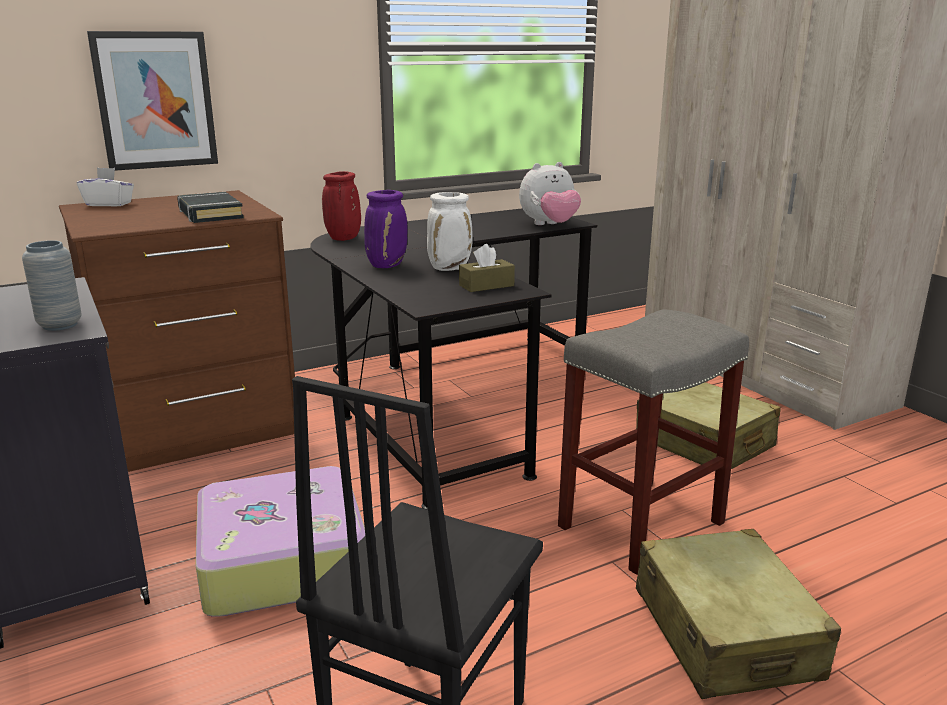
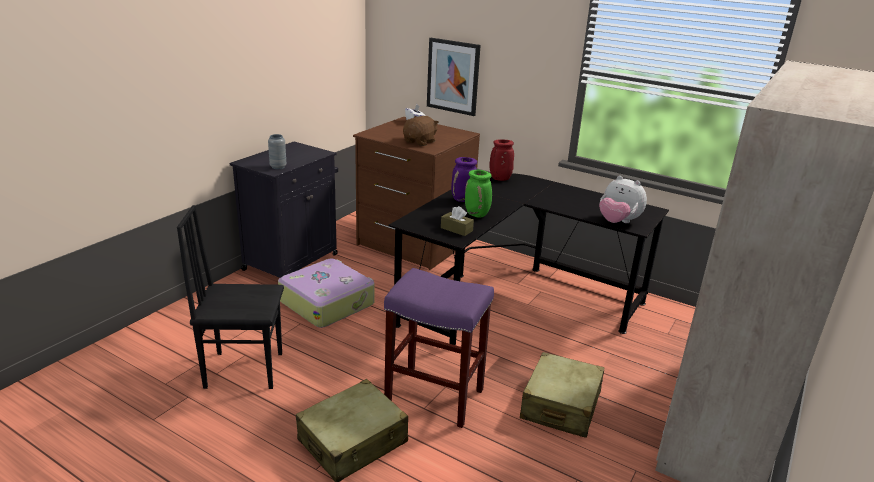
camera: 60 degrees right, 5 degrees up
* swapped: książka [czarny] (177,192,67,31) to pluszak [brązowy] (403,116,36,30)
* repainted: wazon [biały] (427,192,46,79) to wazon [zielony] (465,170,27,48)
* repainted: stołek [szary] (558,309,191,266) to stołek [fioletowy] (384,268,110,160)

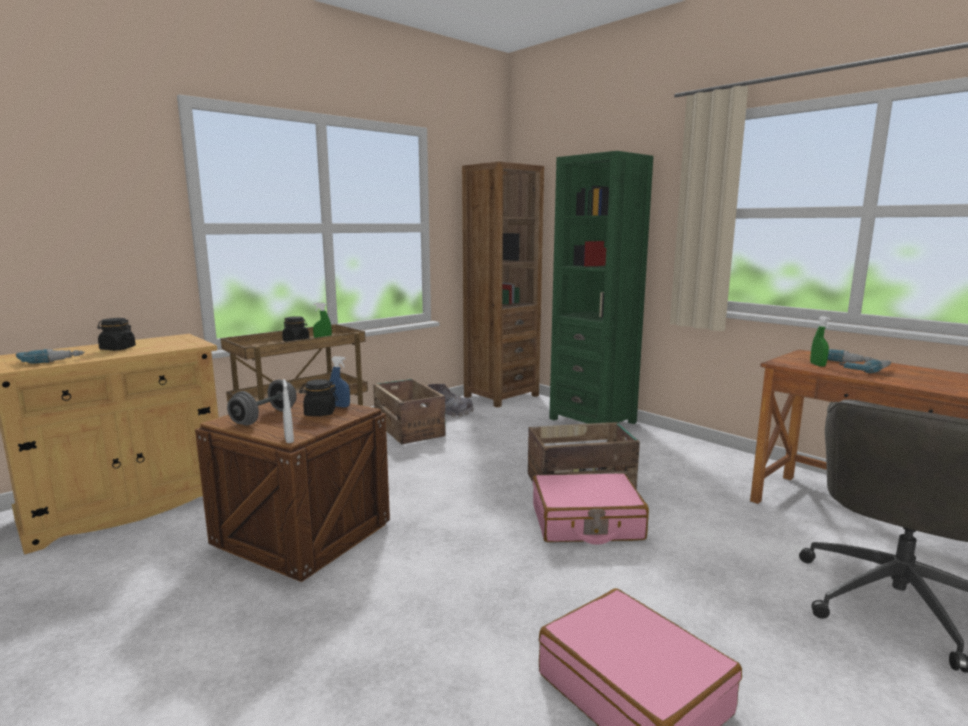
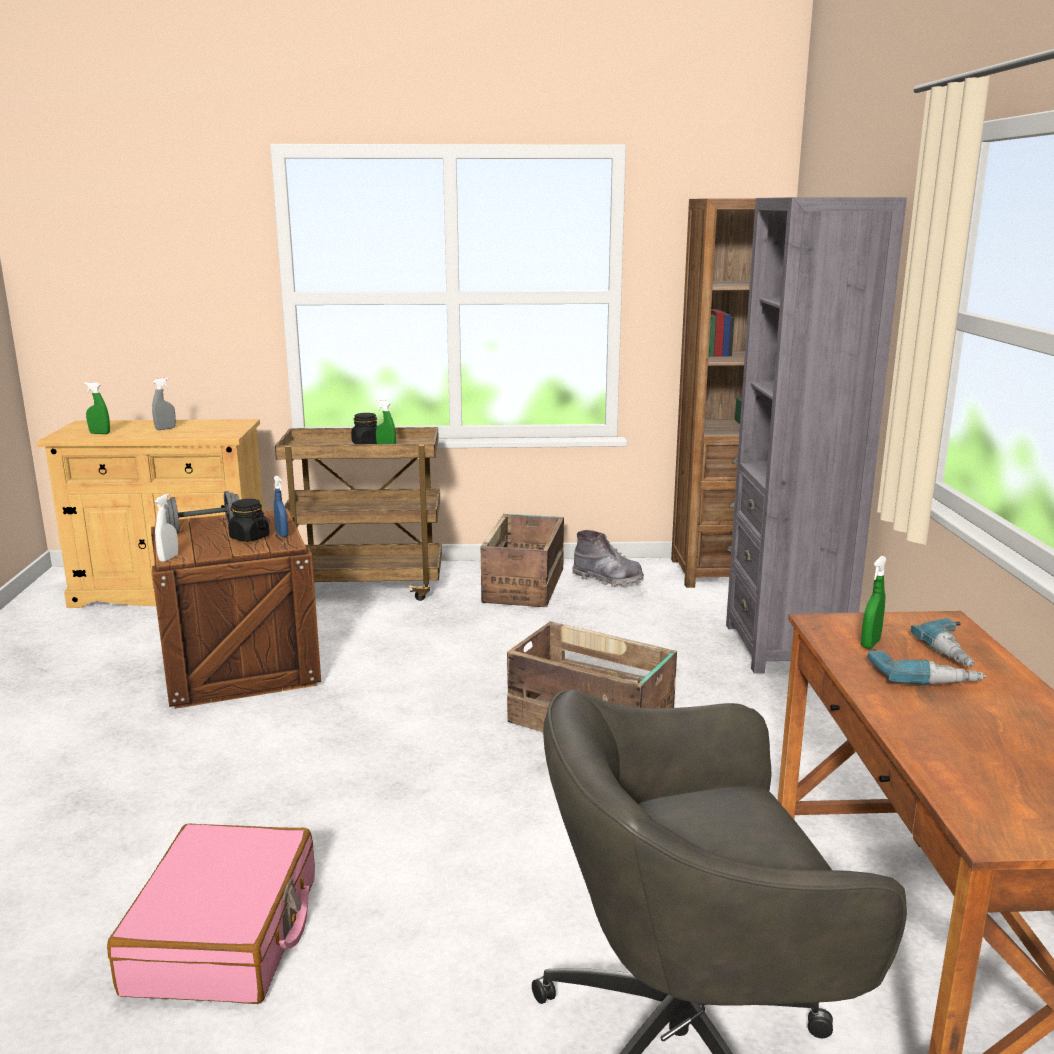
camera: 40 degrees right, 5 degrees up
* repainted: regał [zielony] (549,151,104,273) to regał [szary] (726,197,181,477)
* swapped: słoik [czarny] (97,318,39,33) to spryskiwacz [szary] (152,378,24,52)
* swapped: wiertarka (16,349,69,15) to spryskiwacz [zielony] (84,382,26,52)
* gone: walizka [różowy] (533,473,116,72)

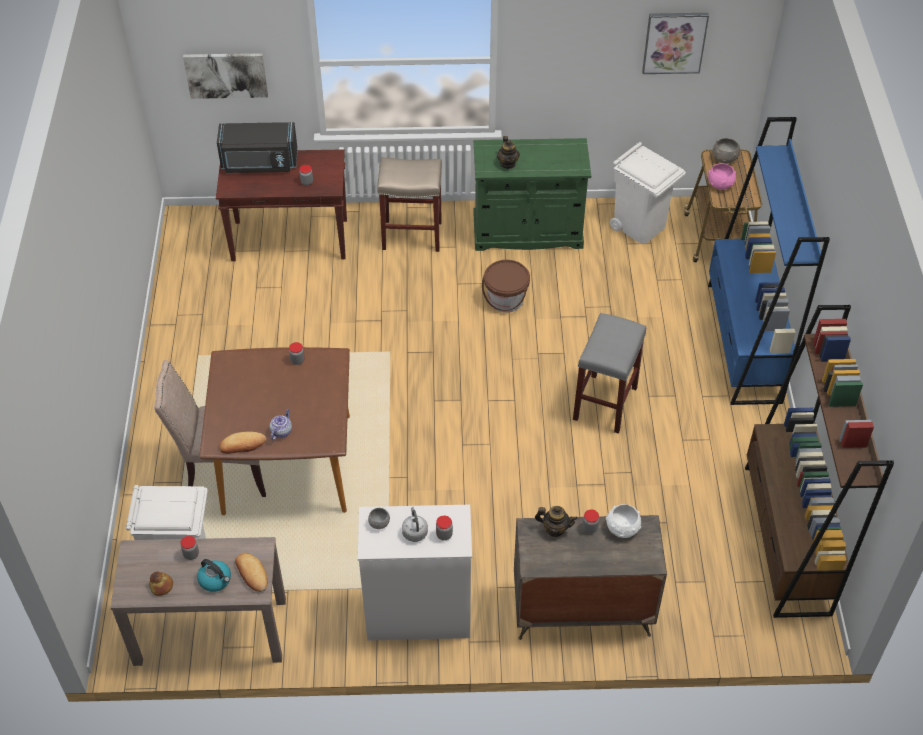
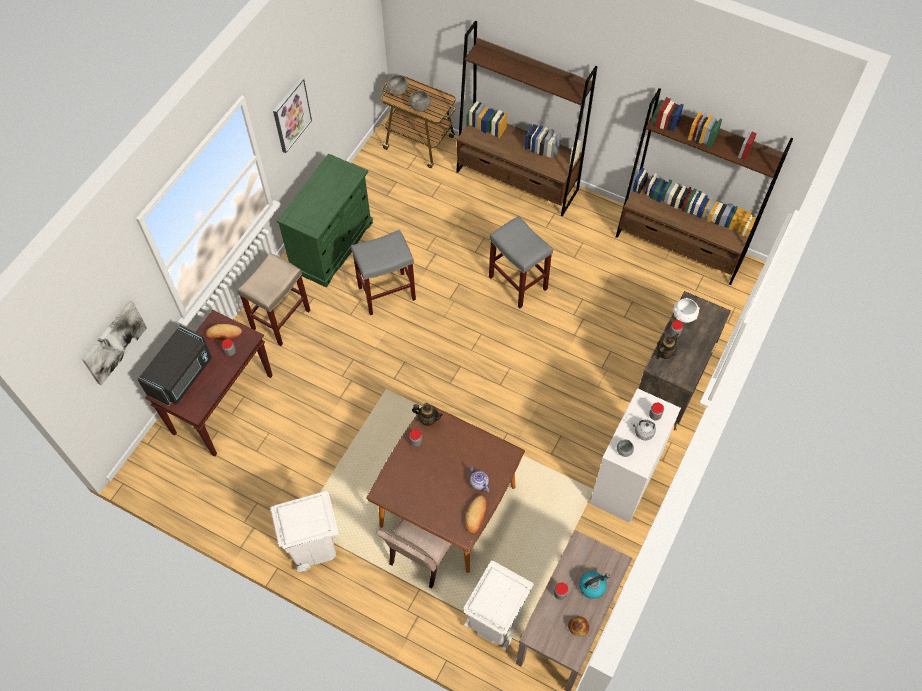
camera: 60 degrees left, 10 degrees up
* shifted: obraz (642,13,67,61) to (273,77,39,76)
* repainted: regał [niebieski] (708,117,122,288) to regał [brązowy] (456,21,141,196)
* shifted: imbryk (497,136,23,33) to (412,404,31,22)
* shifted: kosz na śmieci [biały] (610,142,76,102) to (270,491,69,81)
* repainted: miska [różowy] (708,163,28,27) to miska [szary] (408,90,23,22)
* swapped: wiadro [brązowy] (482,260,48,53) to stołek [szary] (351,230,65,85)
* shifted: chleb (235,553,33,39) to (205,324,37,16)

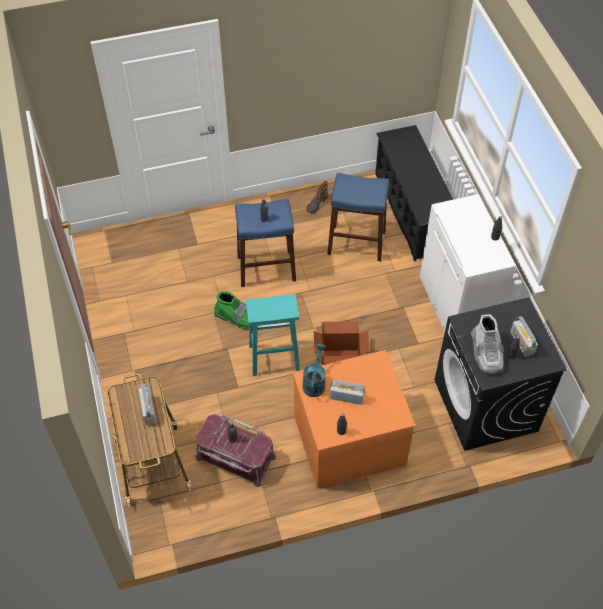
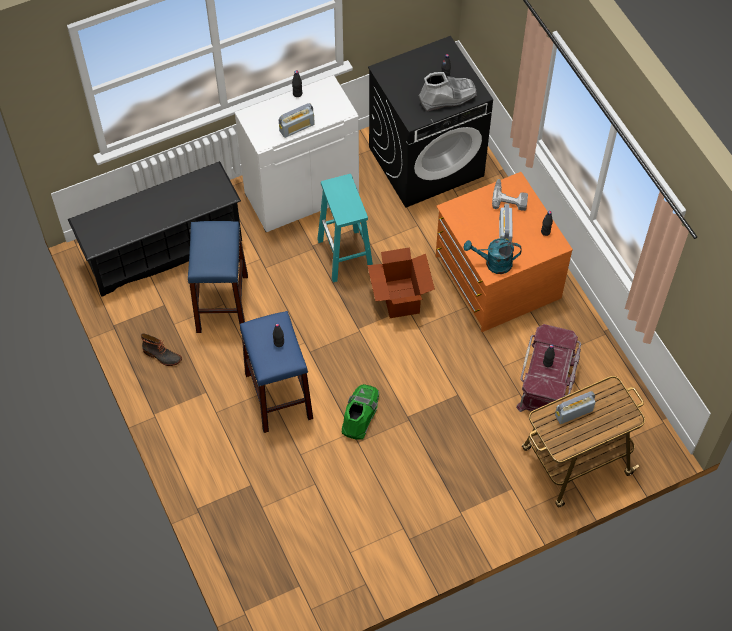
camera: 100 degrees left, 5 degrees up
* shifted: stołek [turkusowy] (246,294,54,82) to (317,174,56,108)
* shifted: radio (510,316,28,41) to (279,103,36,35)
* new: wiertarka (492,179,36,32)

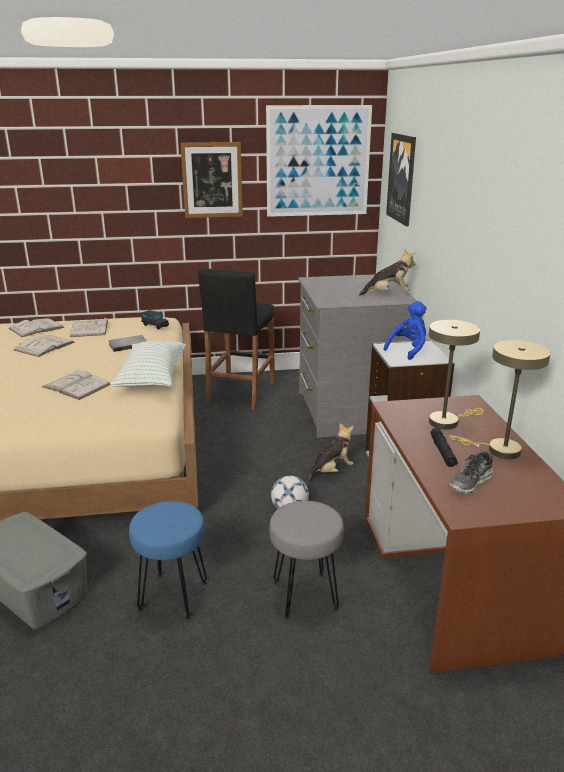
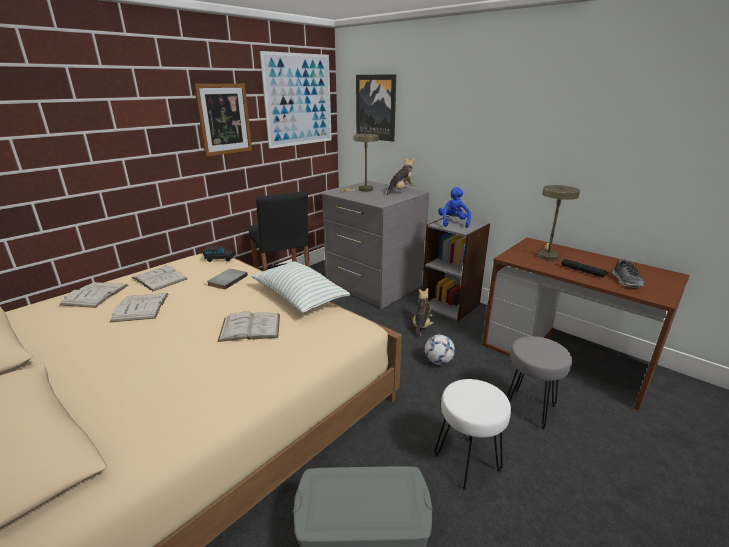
camera: 40 degrees left, 0 degrees up
* shifted: lampa stołowa [beżowy] (450,340,101,119) to (340,134,39,58)
* repainted: stołek [niebieski] (129,501,78,119) to stołek [biały] (434,379,77,112)

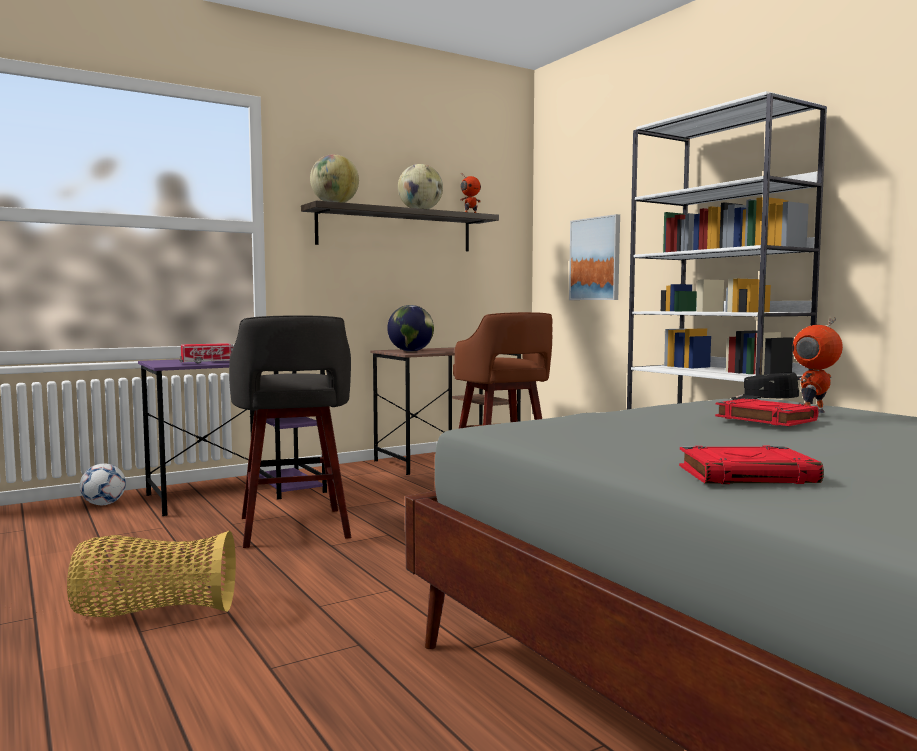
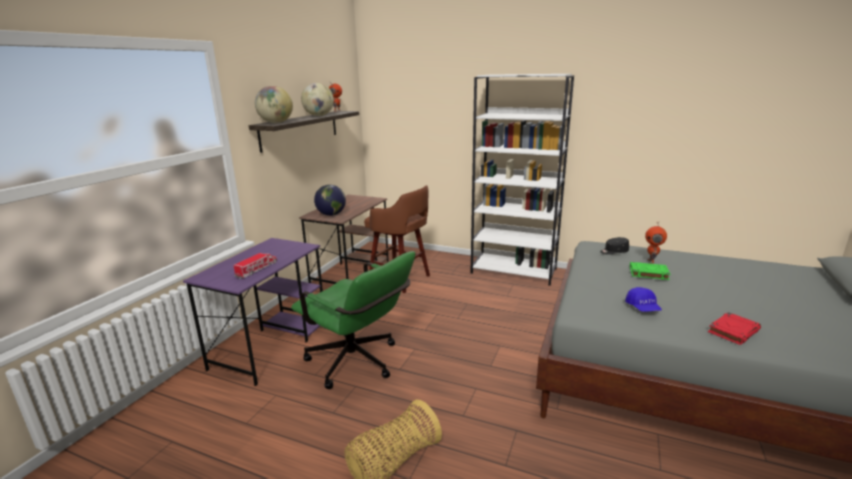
camera: 35 degrees left, 15 degrees up
* gone: obraz (569,214,51,86)
* swapped: stołek [szary] (229,315,122,233) to krzesło biurowe [zielony] (291,251,124,138)
* repainted: książka [czerwony] (715,398,103,28) to książka [zielony] (630,262,41,18)
* gone: piłka futbolowa (80,463,46,42)
* new: czapka z daszkiem [niebieski] (625,287,37,25)

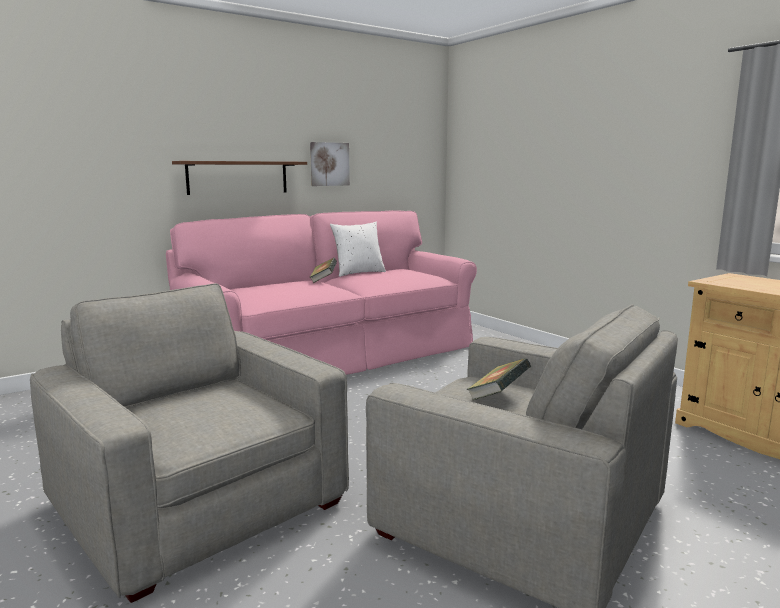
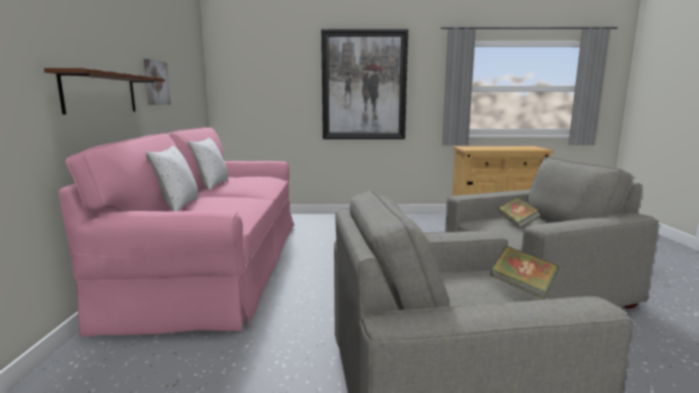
camera: 55 degrees left, 0 degrees up
* shifted: książka (310,258,27,25) to (490,246,69,53)
* new: obraz (321,29,87,110)
* new: poduszka [biały] (146,145,52,66)

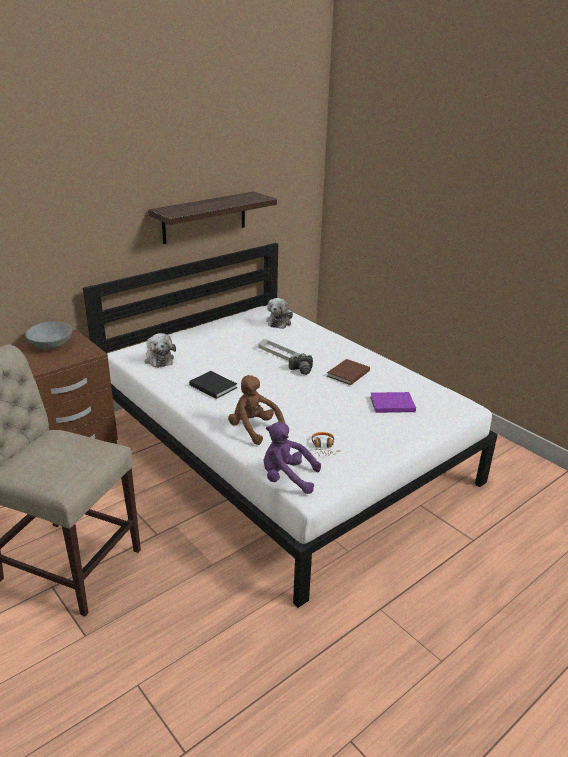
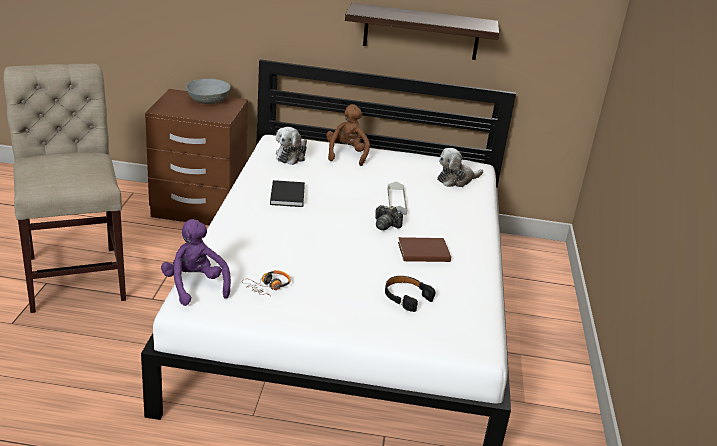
camera: 45 degrees right, 0 degrees up
* shifted: pluszak [brązowy] (228,375,57,70) to (326,104,44,62)
* swapped: książka [fioletowy] (370,392,46,21) to słuchawki [czarny] (385,276,50,36)

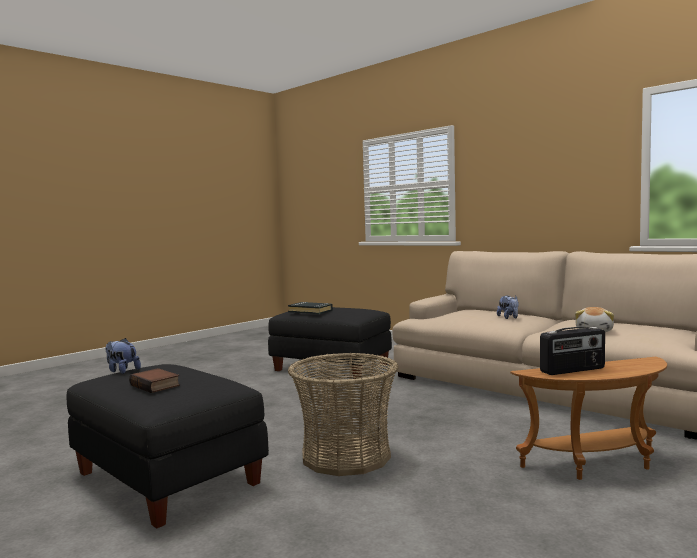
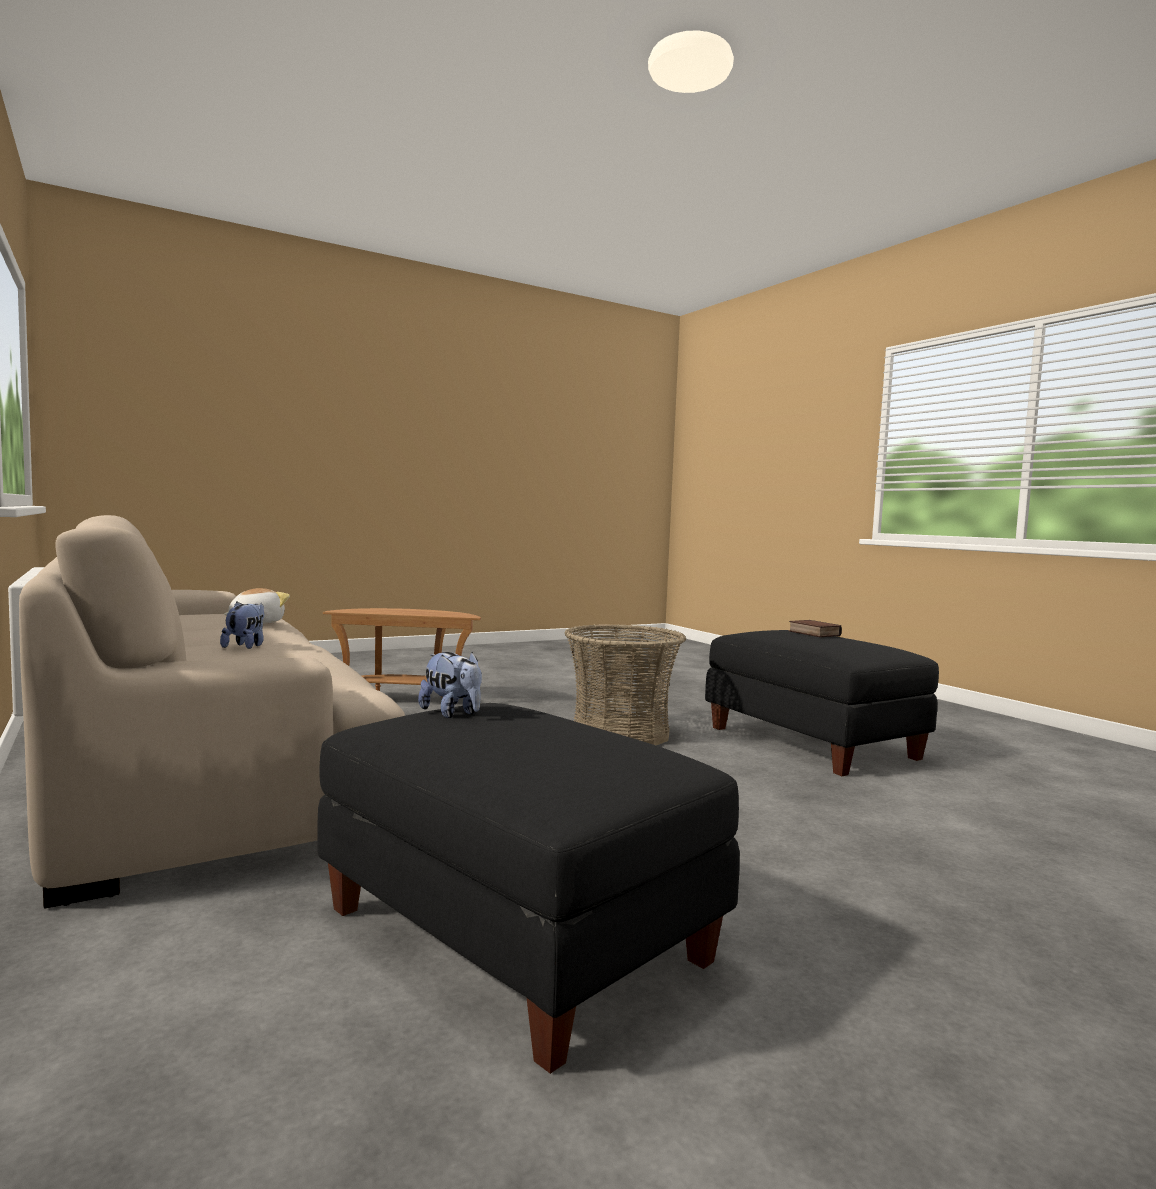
camera: 165 degrees left, 0 degrees up
* gone: książka [czarny] (288,302,45,12)
* gone: radio (540,326,65,49)
* shifted: pluszak (105,338,36,36) to (418,652,64,66)

